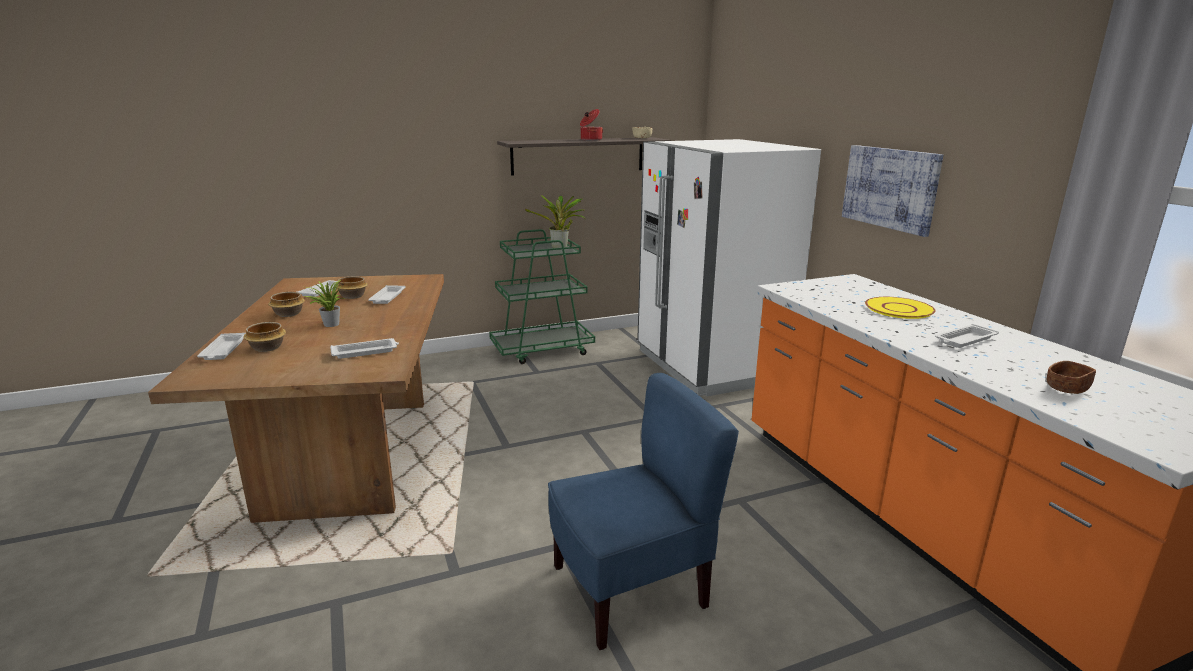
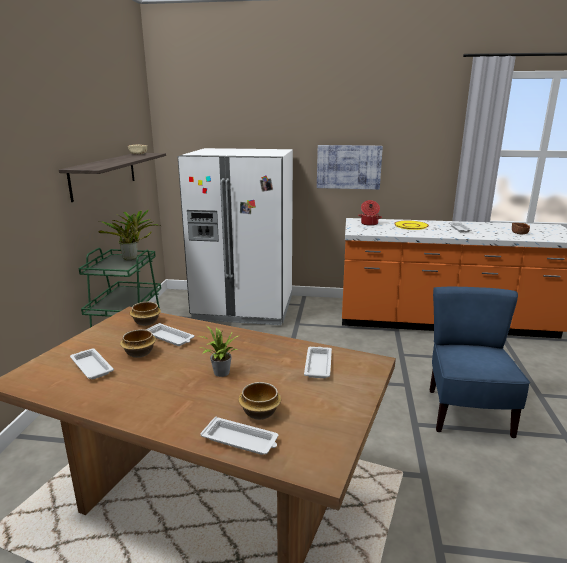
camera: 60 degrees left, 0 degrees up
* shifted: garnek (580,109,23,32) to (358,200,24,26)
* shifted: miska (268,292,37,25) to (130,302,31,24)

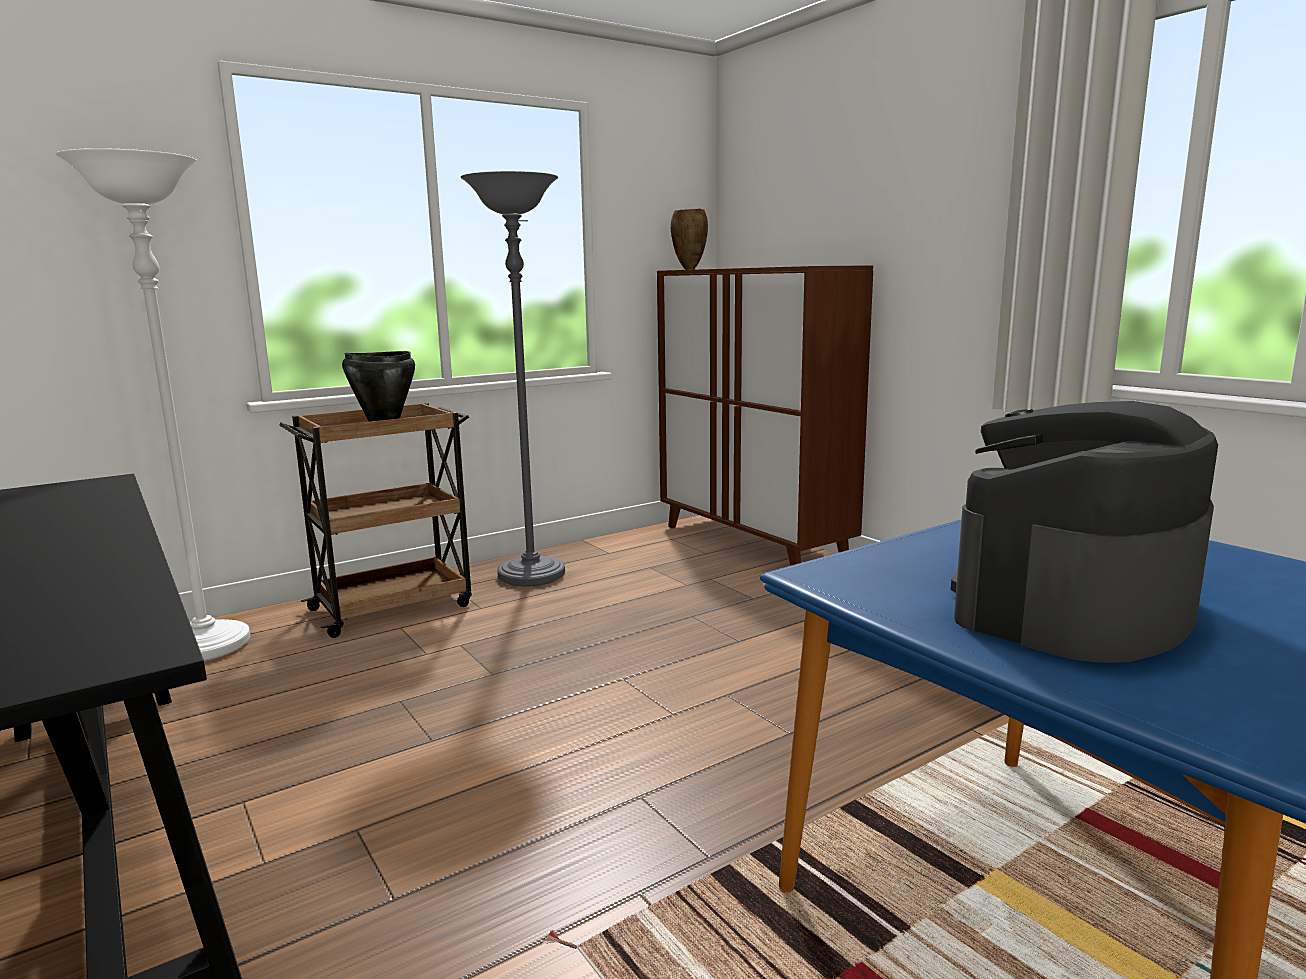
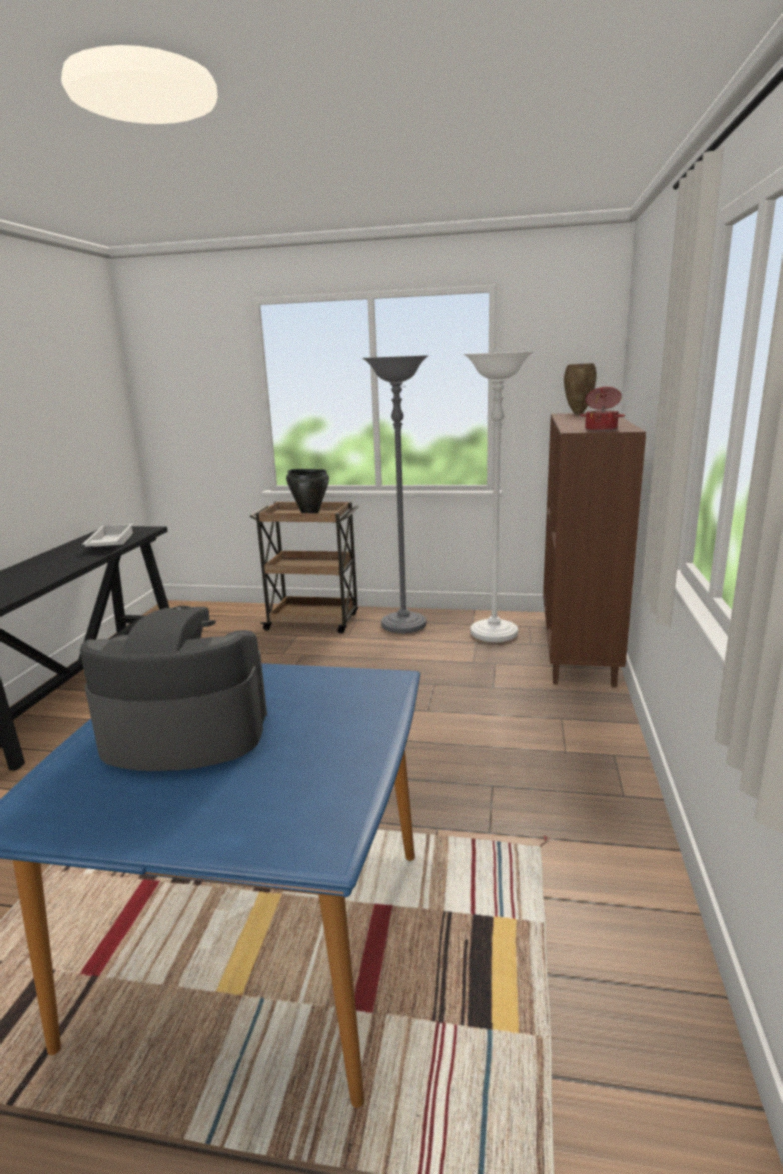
camera: 45 degrees right, 5 degrees up
* shifted: lampa stojąca [biały] (55,148,195,513) to (464,351,70,292)
* new: garnek (580,387,45,44)
* new: taca [biały] (82,524,51,23)

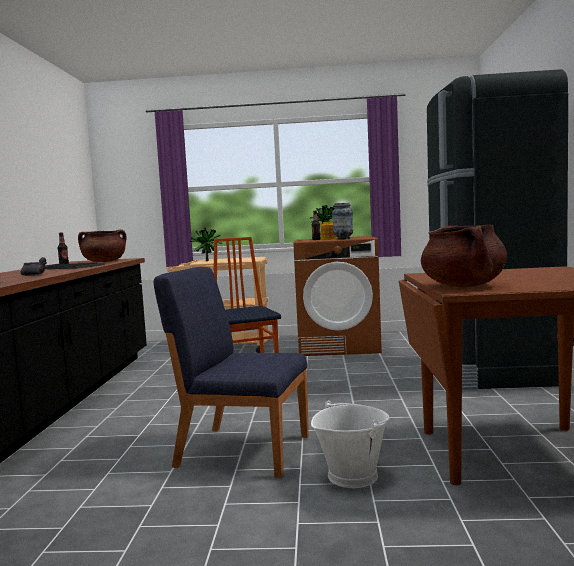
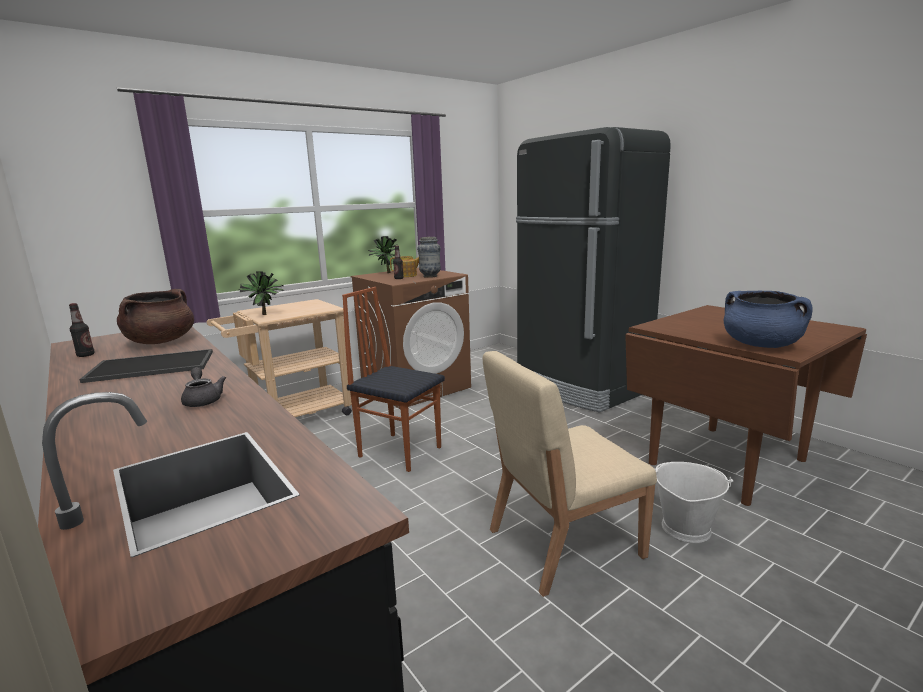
camera: 40 degrees left, 10 degrees up
* repainted: garnek [brązowy] (421,224,86,63) to garnek [niebieski] (724,291,89,57)
* repainted: krzesło [niebieski] (154,267,155,211) to krzesło [beżowy] (483,351,174,246)

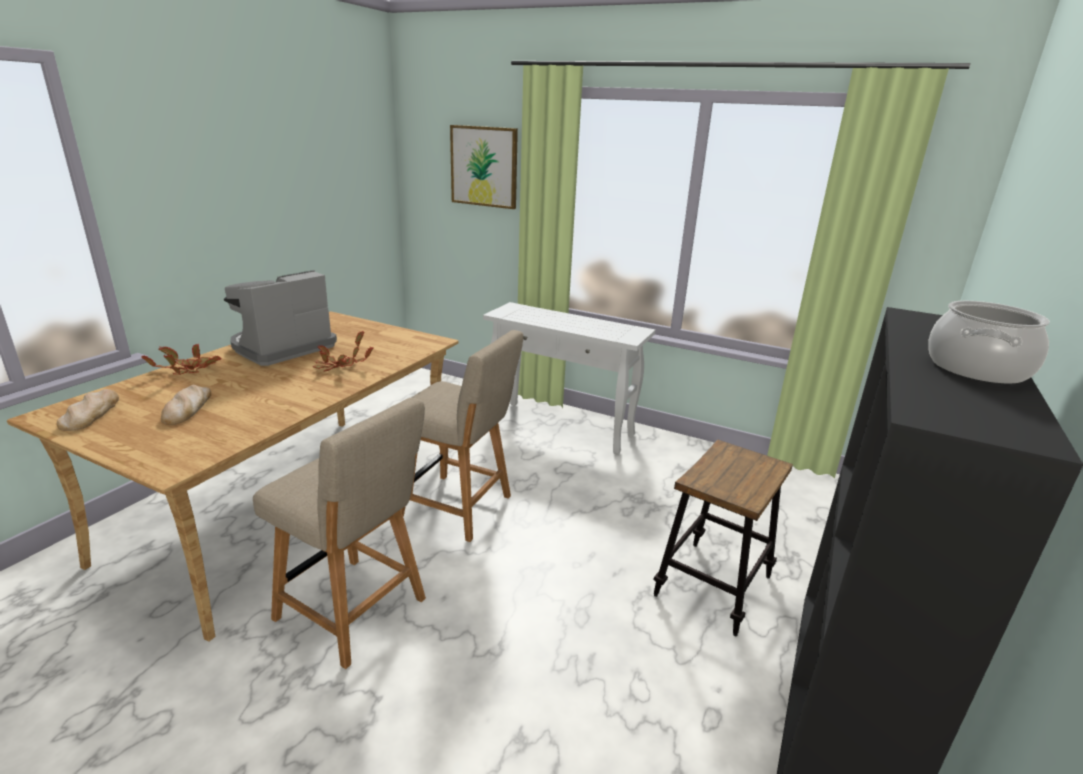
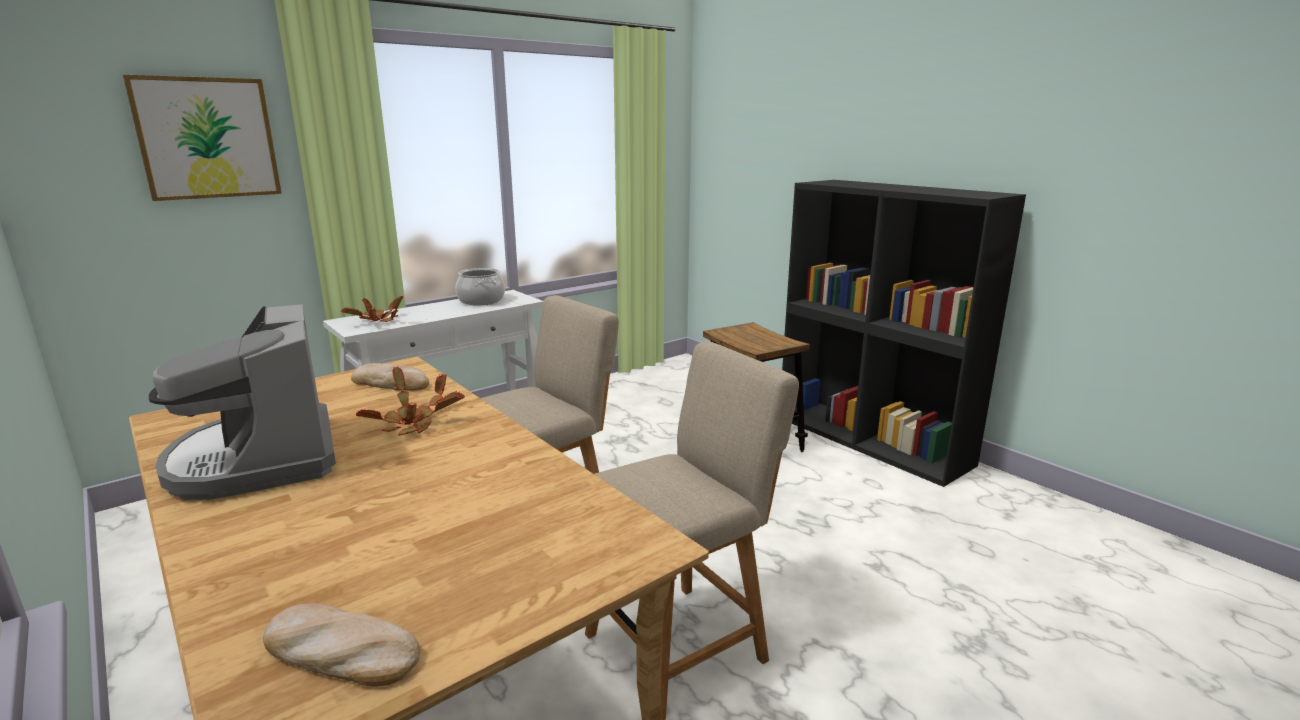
camera: 65 degrees left, 5 degrees down
* shifted: garnek (928,301,122,82) to (456,268,49,37)
* shifted: roślina doniczkowa (141,344,80,31) to (341,295,63,27)
* shifted: chleb (161,385,50,40) to (351,363,78,28)

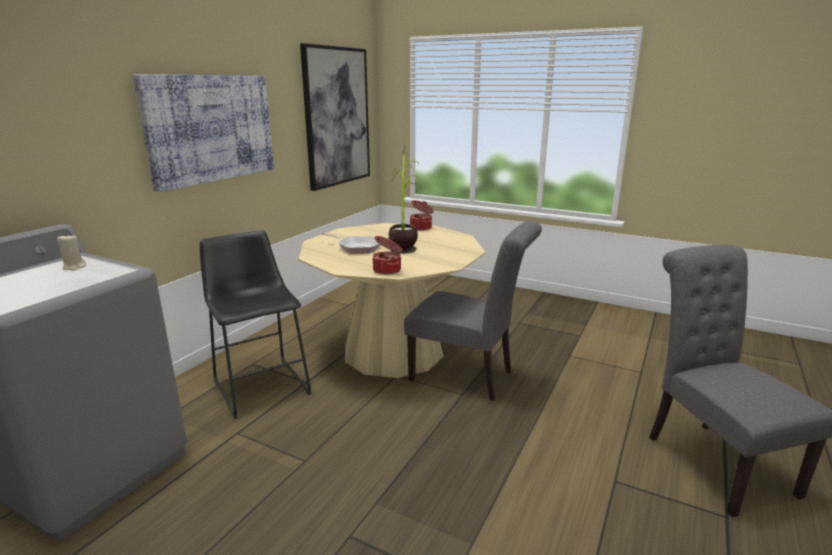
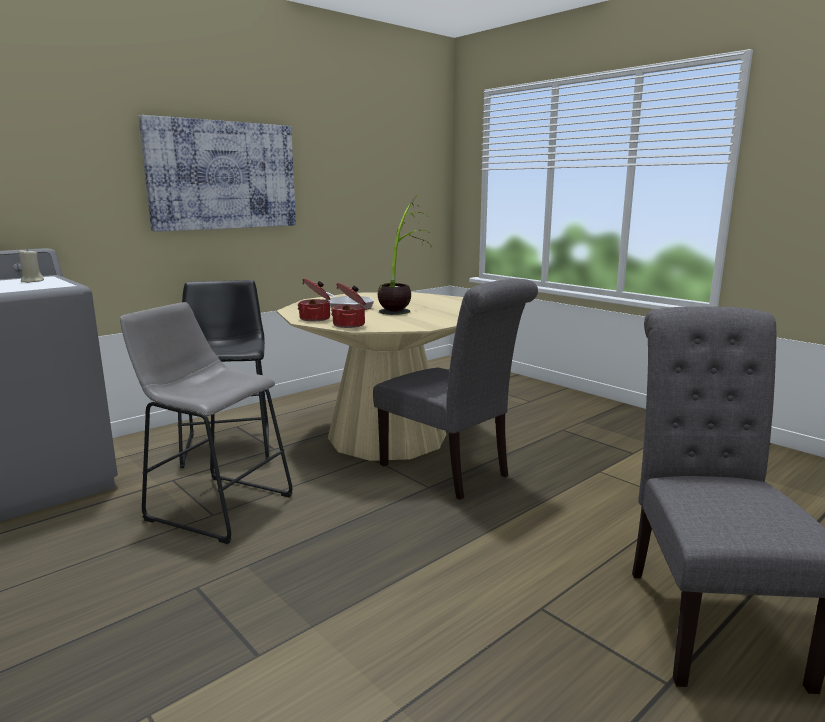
camera: 20 degrees right, 5 degrees down
* gone: obraz (300,43,70,148)
* shifted: garnek (410,200,24,31) to (298,278,32,43)
* new: stołek [szary] (120,302,172,242)

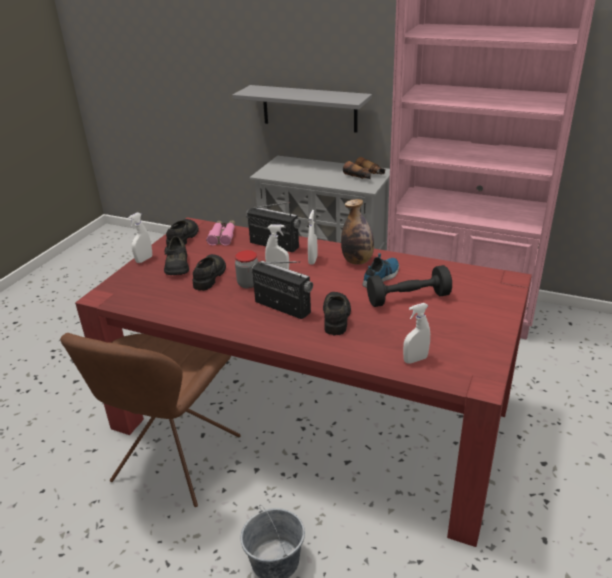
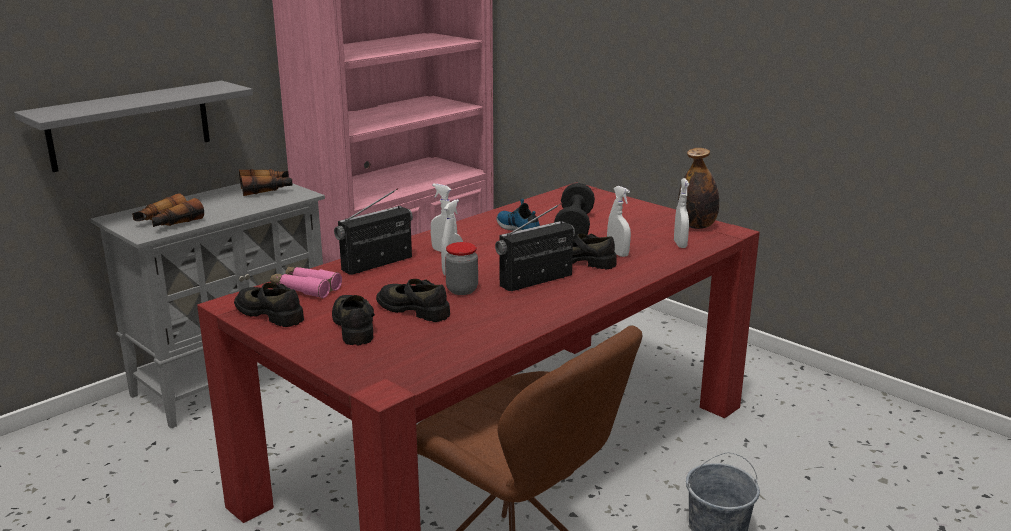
camera: 70 degrees left, 10 degrees down
* shifted: butelka (341,199,33,66) to (678,148,41,81)
* shifted: spryskiwacz [biały] (128,212,24,51) to (607,186,24,71)
* rotated: but [czarny] (164,236,25,39) = (332,295,43,50) 120 degrees counterclockwise
* new: lornetka (132,193,72,34)

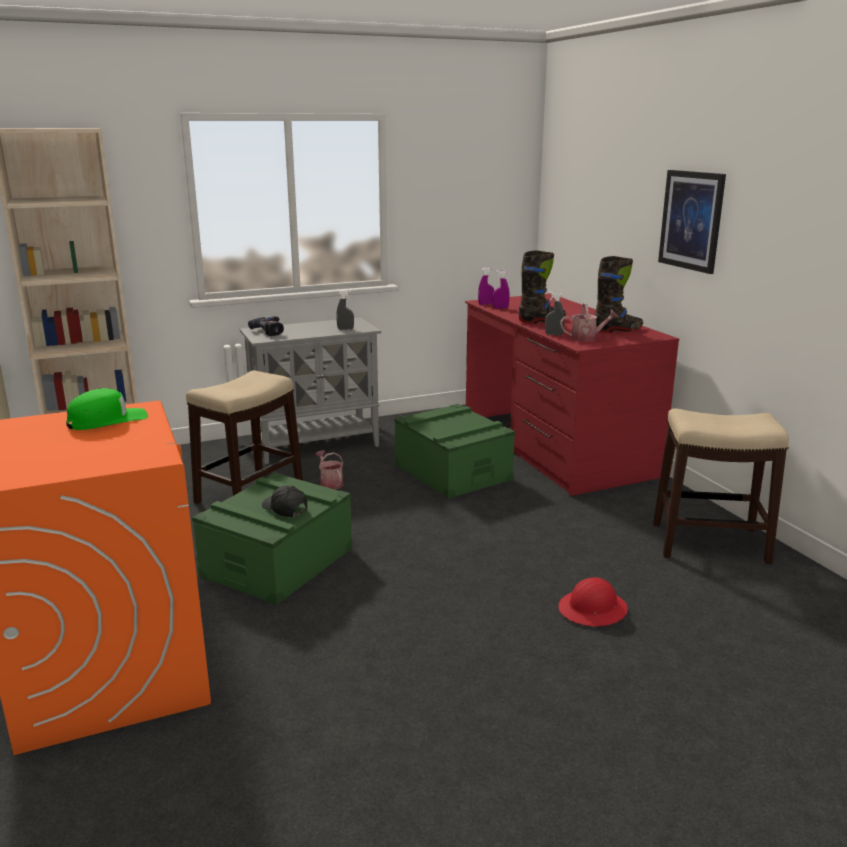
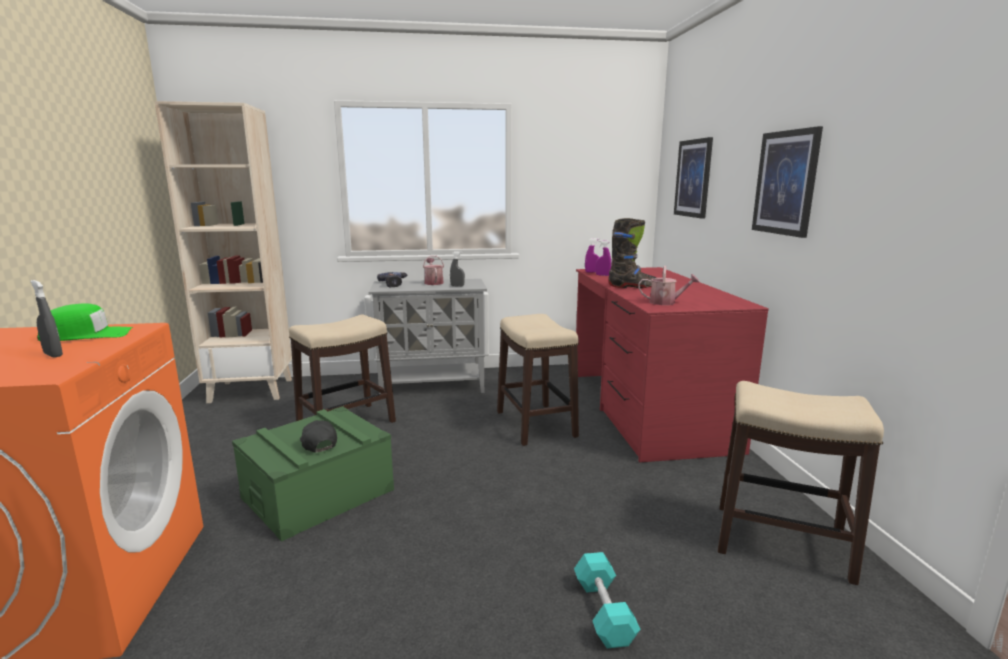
camera: 15 degrees right, 5 degrees down
* gone: but z cholewką [czarny] (594,256,49,77)
* shifted: spryskiwacz [szary] (545,292,19,44) to (30,280,33,78)
* swapped: pojemnik do przechowywania [zielony] (394,404,121,95) to stołek (497,314,82,132)
* shifted: konewka (315,451,29,38) to (423,256,21,29)
* swapped: kask [czerwony] (558,577,70,49) to hantel [turkusowy] (574,552,67,97)
* new: obraz (674,137,39,82)

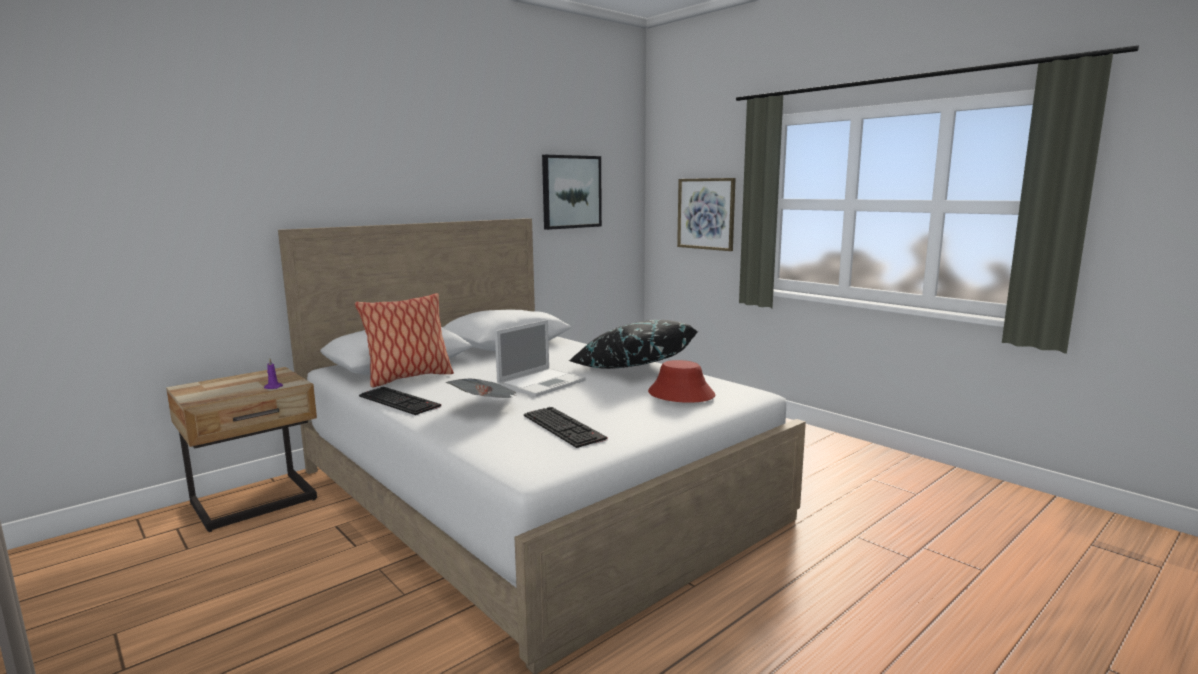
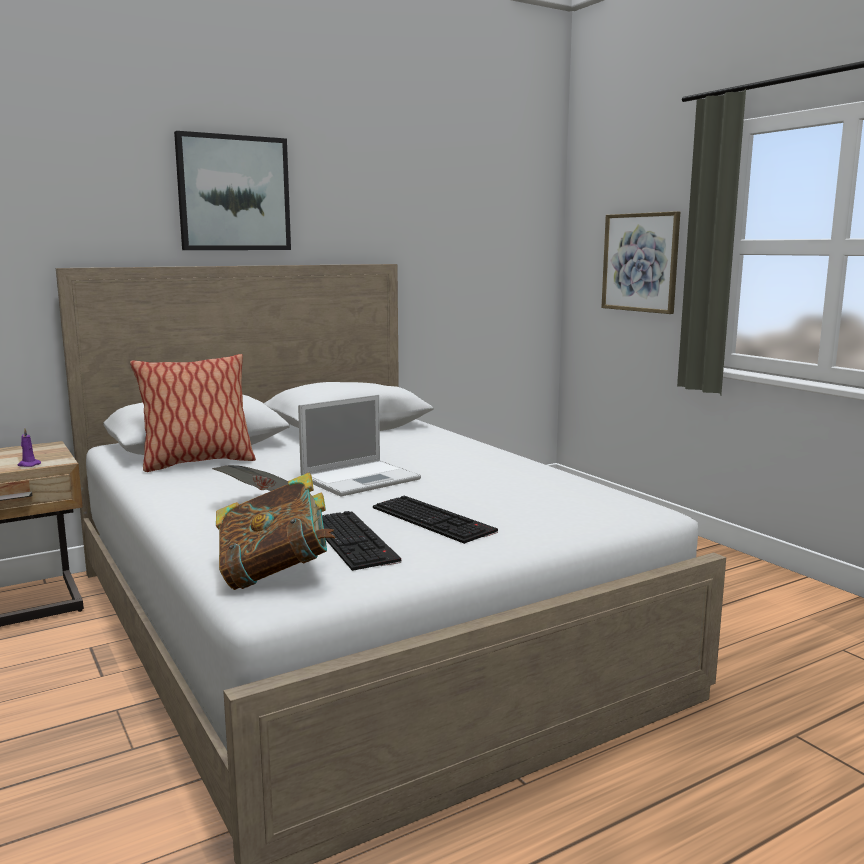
camera: 10 degrees right, 0 degrees up
* shifted: obraz (542,155,60,75) to (174,131,117,119)
* gone: poduszka [czarny] (569,320,128,49)
* gone: kapelusz [czerwony] (648,360,67,43)
* shifted: klawiatura (359,387,82,28) to (373,496,125,48)
* new: książka (216,472,119,118)

